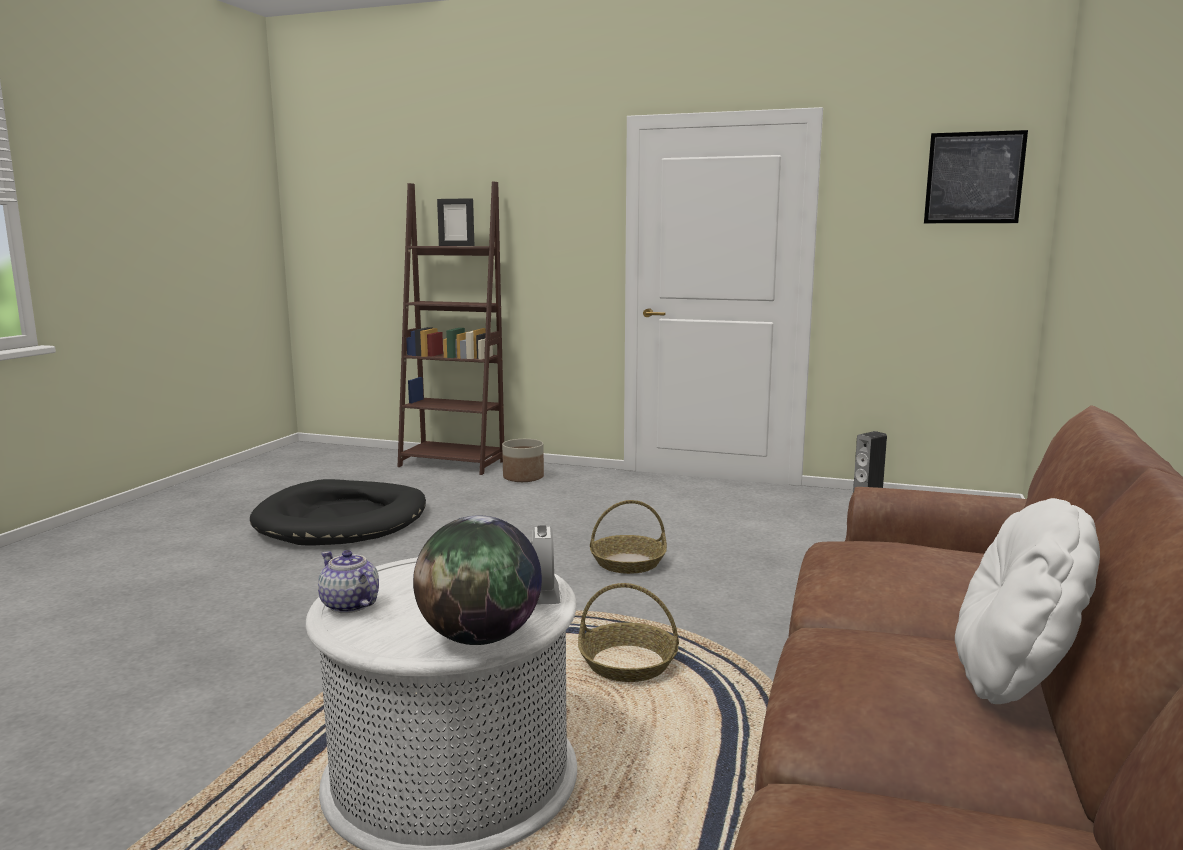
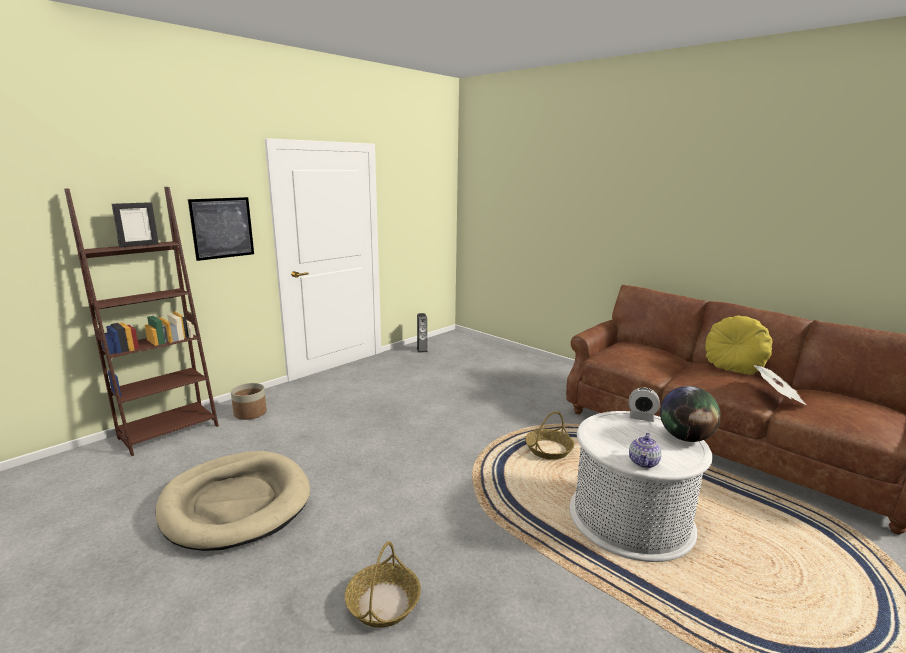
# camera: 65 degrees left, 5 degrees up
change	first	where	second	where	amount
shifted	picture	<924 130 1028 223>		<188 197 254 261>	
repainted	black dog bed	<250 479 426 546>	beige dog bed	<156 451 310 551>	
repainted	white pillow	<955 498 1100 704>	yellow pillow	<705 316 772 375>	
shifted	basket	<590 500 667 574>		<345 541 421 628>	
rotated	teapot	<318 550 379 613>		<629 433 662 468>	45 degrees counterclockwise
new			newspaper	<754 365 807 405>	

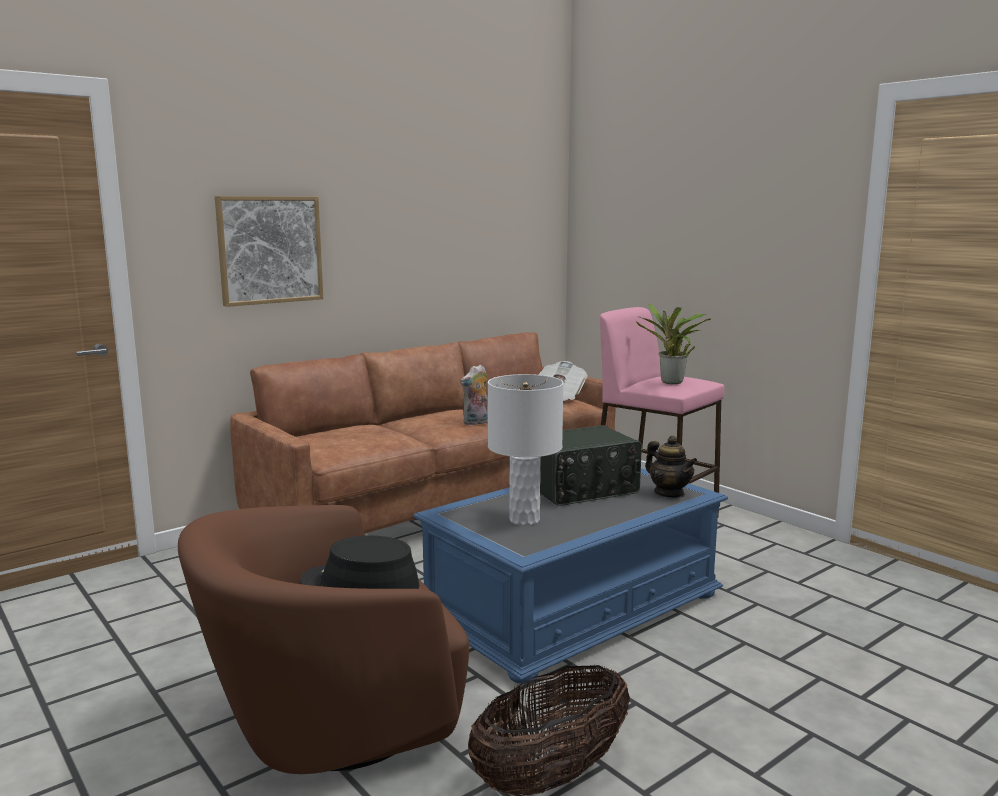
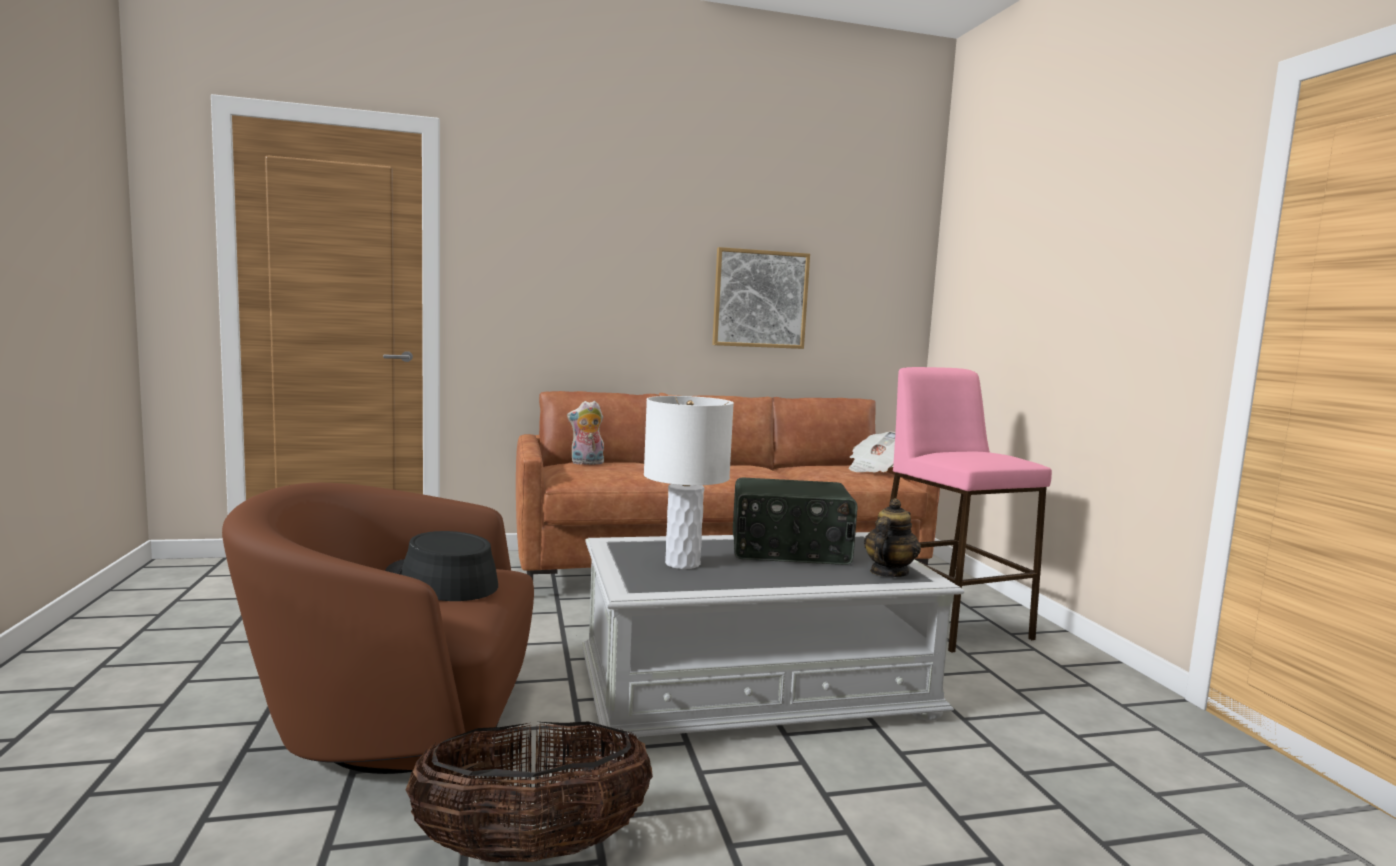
# camera: 25 degrees right, 5 degrees down
change	first	where	second	where	amount
shifted	picture	<215 196 323 307>		<712 247 810 349>	
gone	potted plant	<636 304 711 384>			
shifted	plush toy	<460 364 488 425>		<567 401 604 465>	
rotated	teapot	<645 436 698 498>		<864 498 921 577>	135 degrees counterclockwise
repainted	blue coffee table	<413 468 728 684>	white coffee table	<582 532 964 744>	

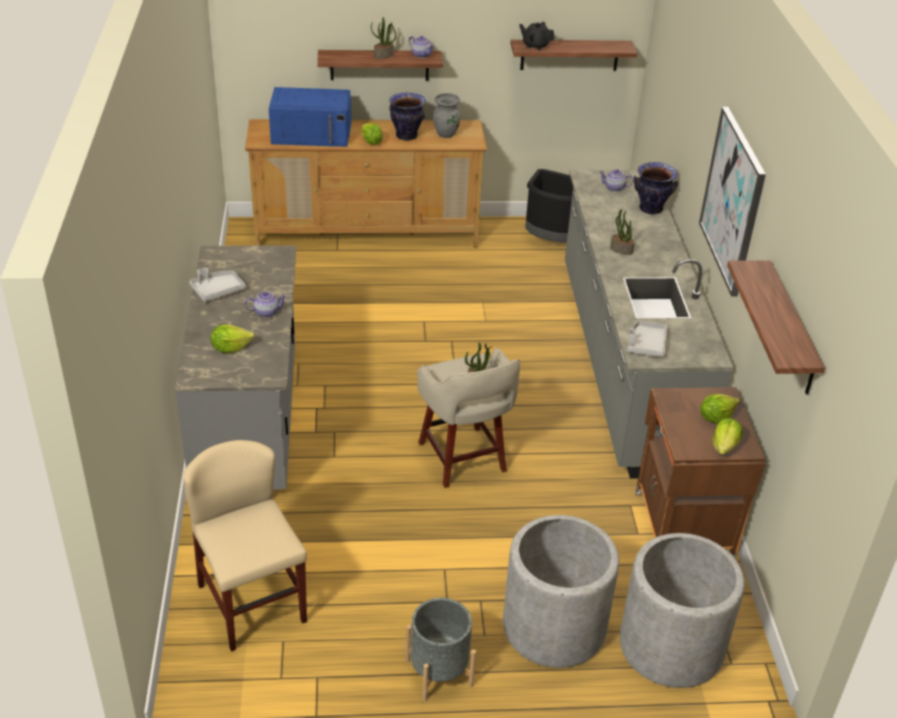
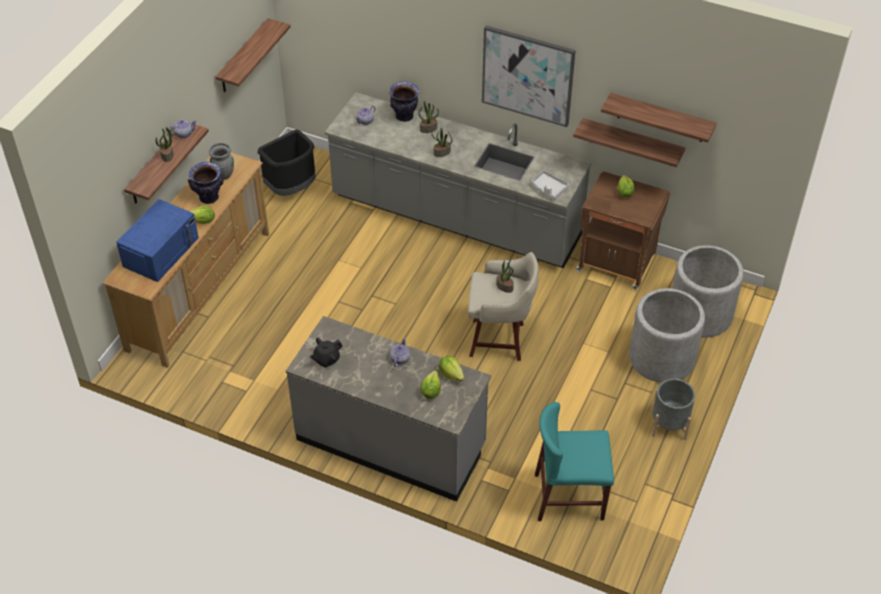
# camera: 60 degrees left, 10 degrees up
change	first	where	second	where	amount
shifted	black teapot	<519 22 555 50>		<310 337 342 368>	
gone	grey tray	<189 267 246 302>			
shifted	lettuce	<712 418 743 455>		<439 356 464 381>	
repainted	beige chair	<183 440 307 651>	turquoise chair	<535 402 614 521>	
new			potted plant	<419 100 439 133>	
new			shelf	<573 118 685 167>	

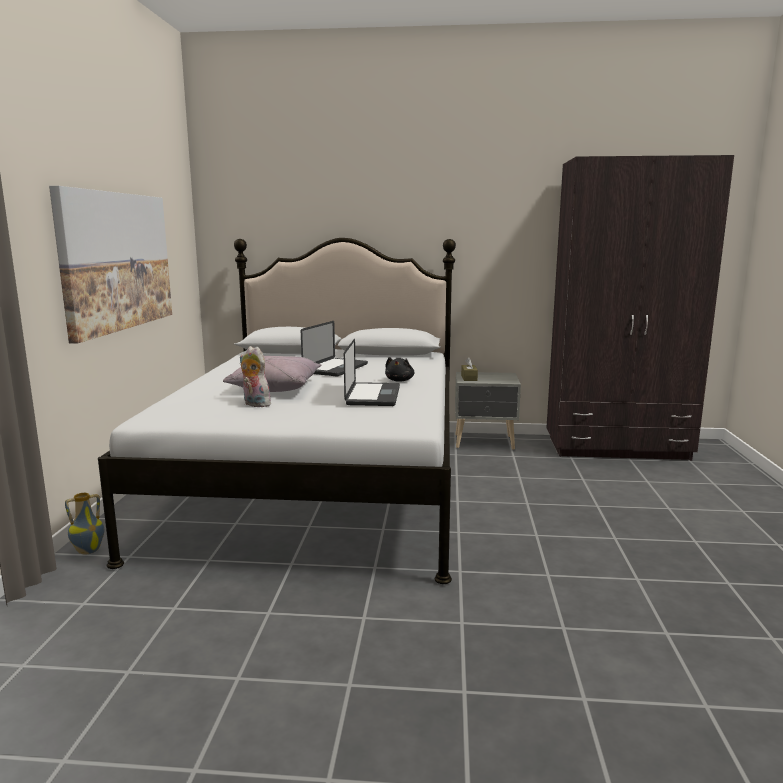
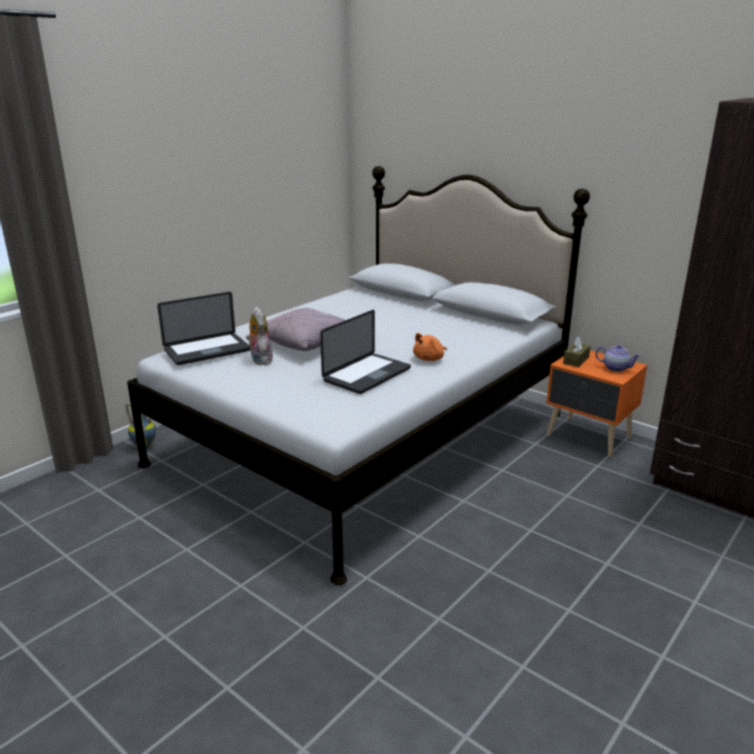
# camera: 35 degrees right, 10 degrees up
change	first	where	second	where	amount
gone	picture	<49 186 172 344>			
shifted	laptop	<301 321 368 376>		<157 292 250 365>	
repainted	black plush toy	<385 357 415 382>	orange plush toy	<413 333 447 361>	
repainted	grey nightstand	<455 372 521 450>	orange nightstand	<546 350 647 457>	
new			teapot	<596 345 641 372>	

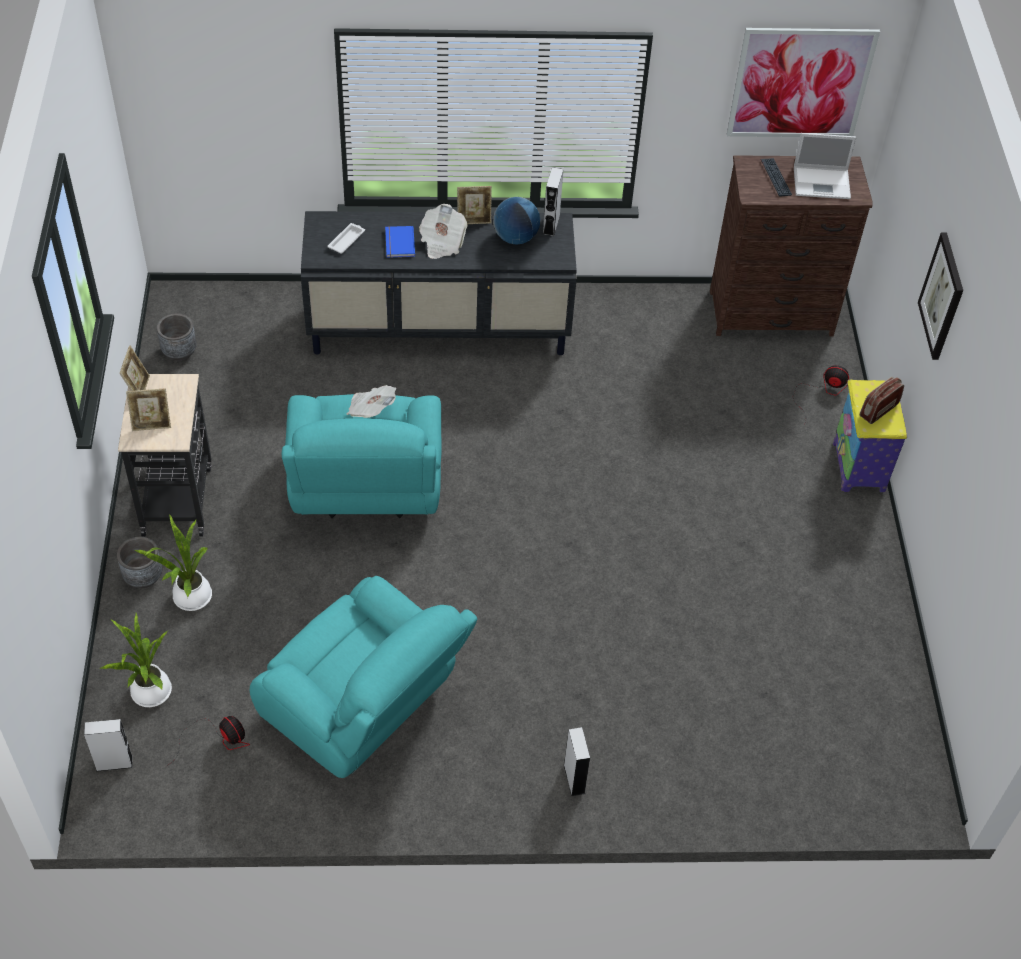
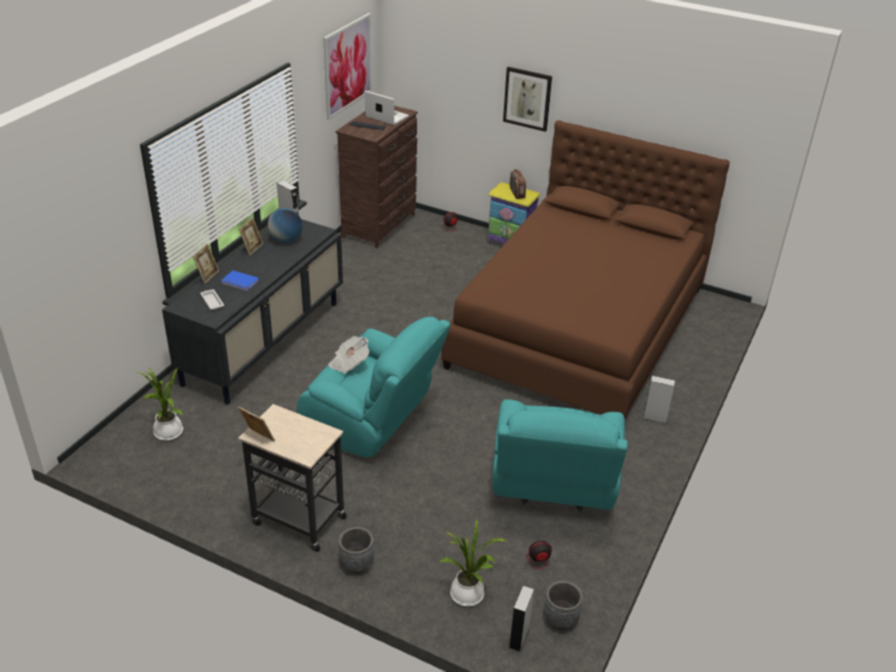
# camera: 60 degrees left, 15 degrees down
change	first	where	second	where	amount
rotated	laptop	<794 133 856 199>		<365 91 409 125>	90 degrees counterclockwise
gone	newspaper	<419 204 468 259>			
shifted	grey planter	<157 313 197 361>		<544 581 583 630>	
shifted	picture frame	<126 388 171 431>		<193 244 219 284>	
shifted	potted plant	<134 514 212 611>		<136 368 183 441>	
rotated	turquoise armchair	<250 576 477 778>		<492 399 628 512>	120 degrees clockwise
new			brown bed	<441 120 730 419>	

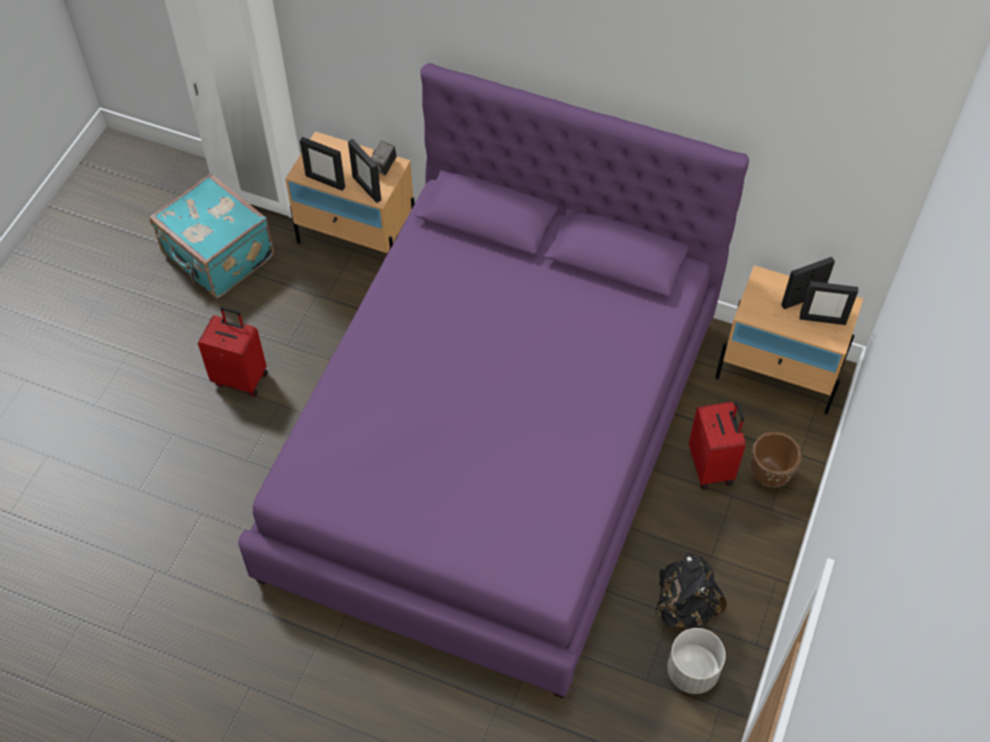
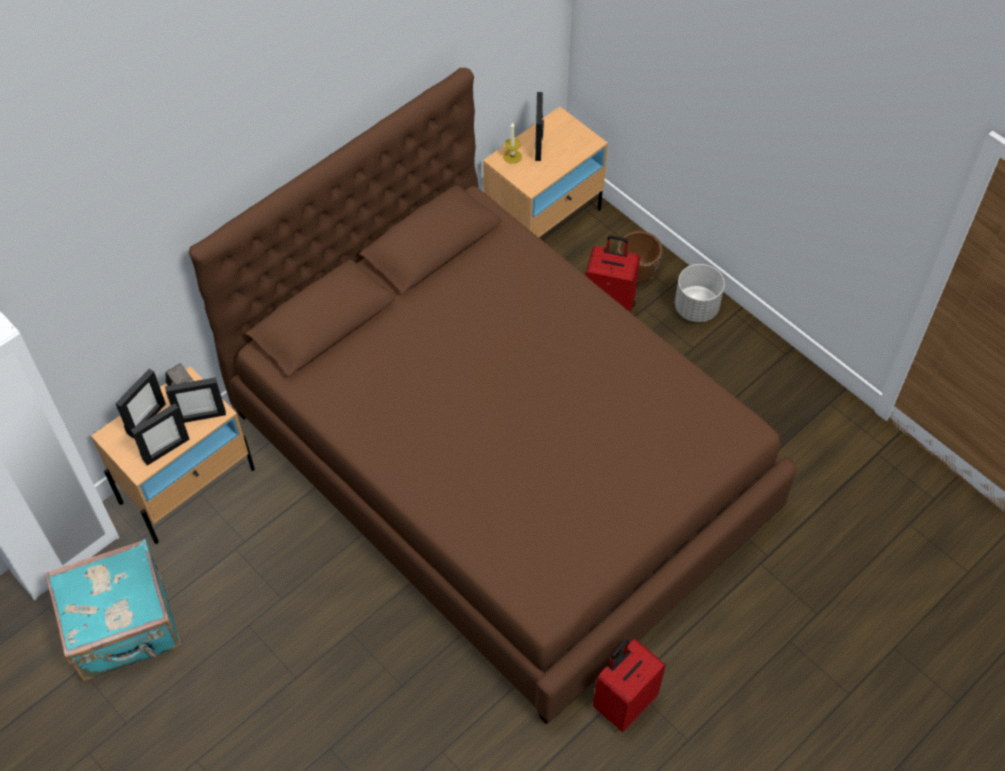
# camera: 65 degrees left, 0 degrees up
change	first	where	second	where	amount
repainted	purple bed	<238 63 749 699>	brown bed	<189 68 797 725>	
shifted	picture frame	<800 281 858 325>		<115 369 166 438>	
shifted	red suitcase	<198 307 268 397>		<593 639 666 732>	
gone	black backpack	<655 553 727 629>			
shifted	grey planter	<667 628 726 694>		<675 264 725 322>	
new			candle	<503 122 522 164>	

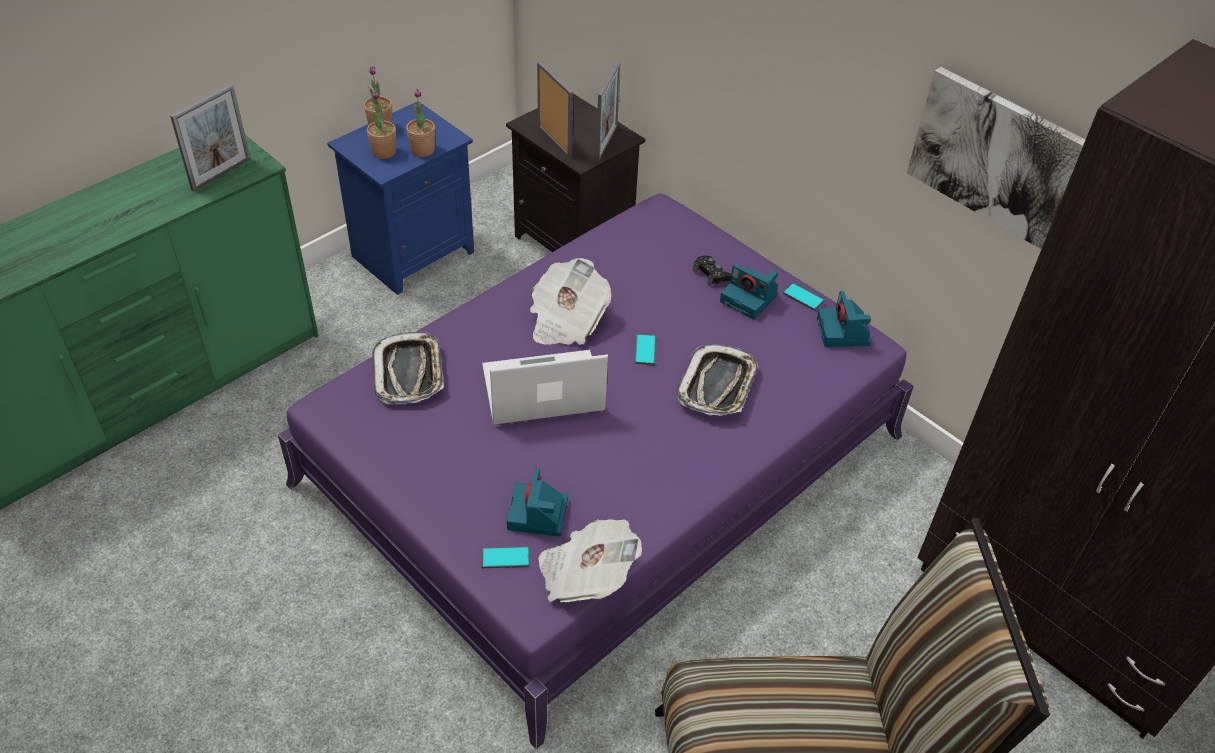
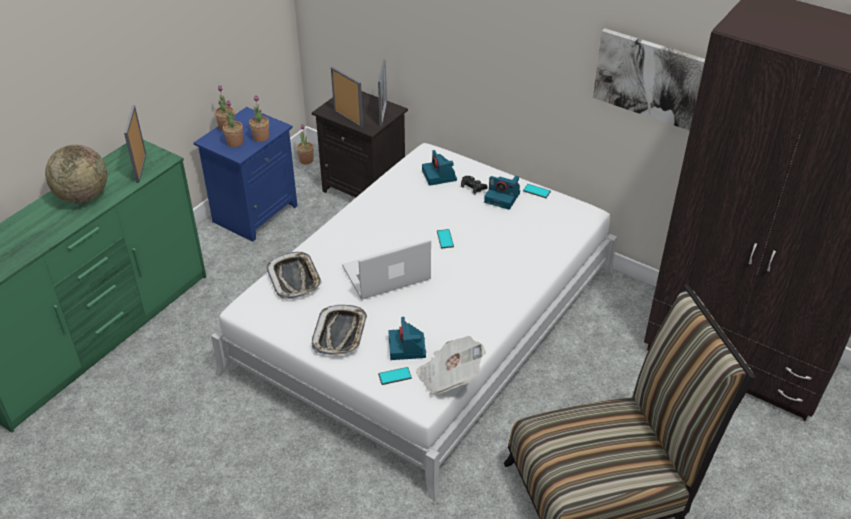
# camera: 10 degrees left, 5 degrees down
change	first	where	second	where	amount
rotated	picture frame	<170 84 250 191>		<124 105 146 183>	150 degrees clockwise
repainted	purple bed	<278 193 914 749>	white bed	<211 143 617 501>	
gone	newspaper	<530 258 612 345>			
shifted	photo camera	<817 291 871 347>		<422 150 457 186>	
shifted	tray	<677 344 758 416>		<312 305 367 356>	
new			potted plant	<297 124 314 164>	
new			globe	<45 144 107 203>	

